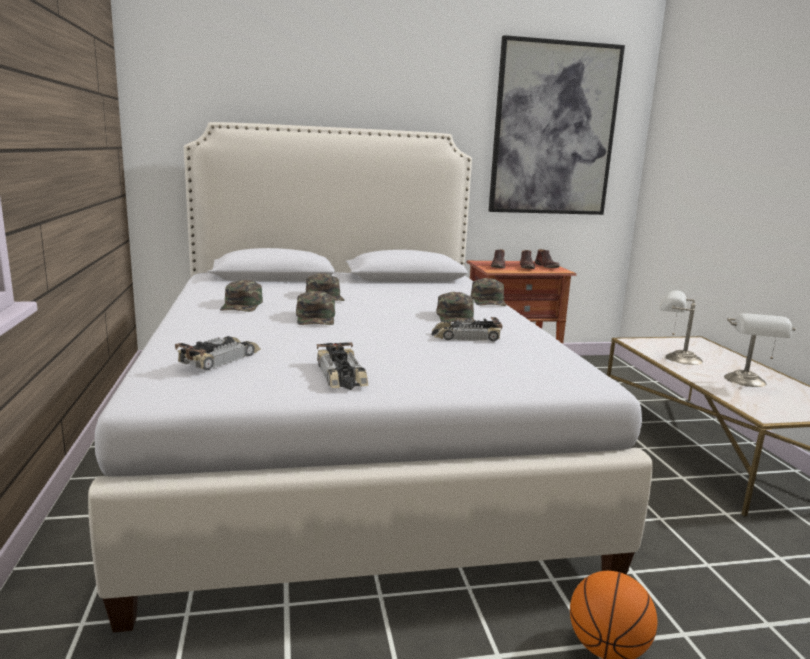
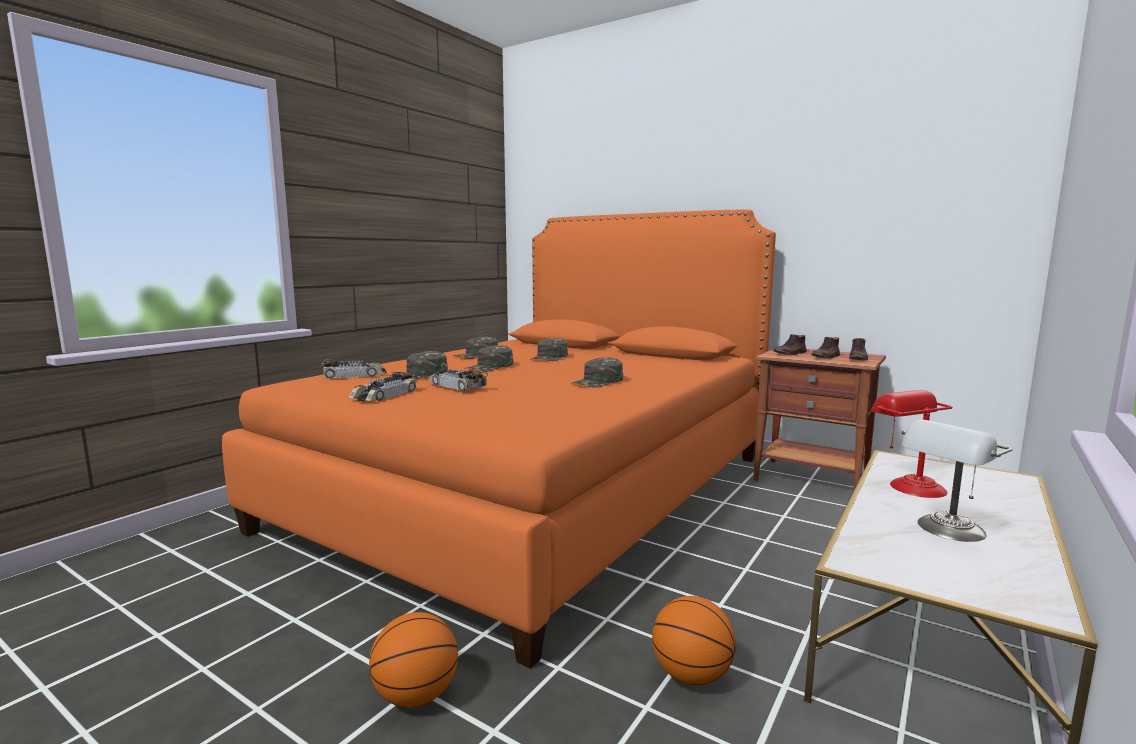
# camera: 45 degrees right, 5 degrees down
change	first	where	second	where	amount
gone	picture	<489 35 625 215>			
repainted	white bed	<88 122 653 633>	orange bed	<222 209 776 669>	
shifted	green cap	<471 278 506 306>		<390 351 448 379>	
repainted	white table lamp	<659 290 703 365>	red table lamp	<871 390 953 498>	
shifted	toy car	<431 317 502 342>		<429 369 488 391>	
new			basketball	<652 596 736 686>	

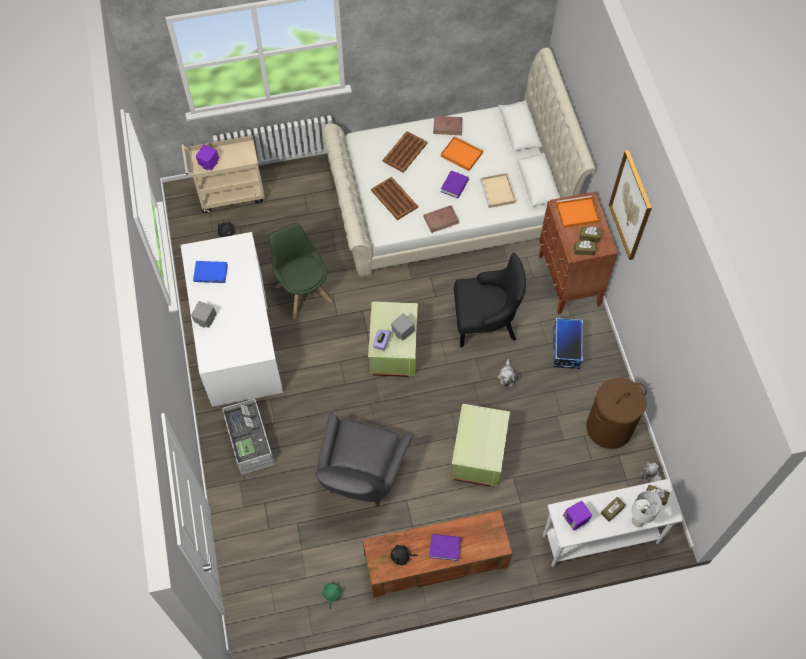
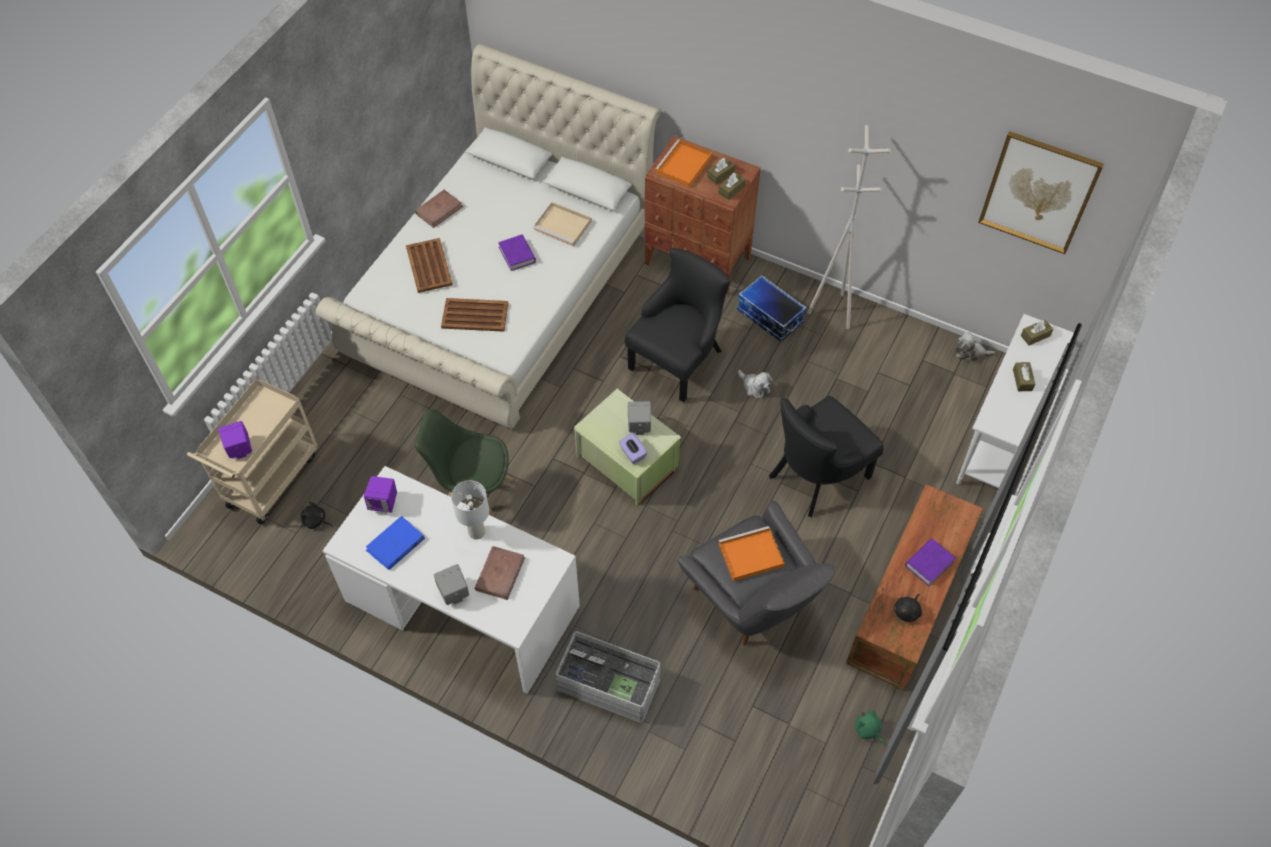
# camera: 50 degrees left, 5 degrees down
change	first	where	second	where	amount
shifted	orange tray	<441 136 483 171>		<719 526 785 581>	
shifted	picture	<609 150 652 260>		<978 131 1104 254>	
shifted	brown book	<423 205 459 233>		<475 546 525 600>	
gone	brown laundry basket	<586 378 647 449>			
swapped	green storage box	<451 404 510 487>	black chair	<769 396 884 517>	
shifted	white table lamp	<631 491 662 527>		<451 480 489 540>	
shifted	purple speaker	<563 501 592 530>		<364 476 397 513>	
new			grey clothes rack	<807 125 891 329>	

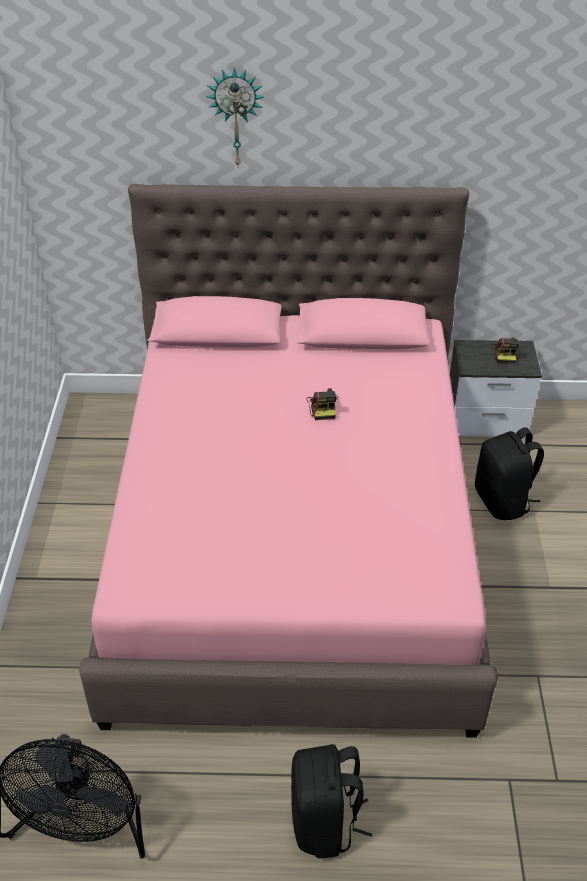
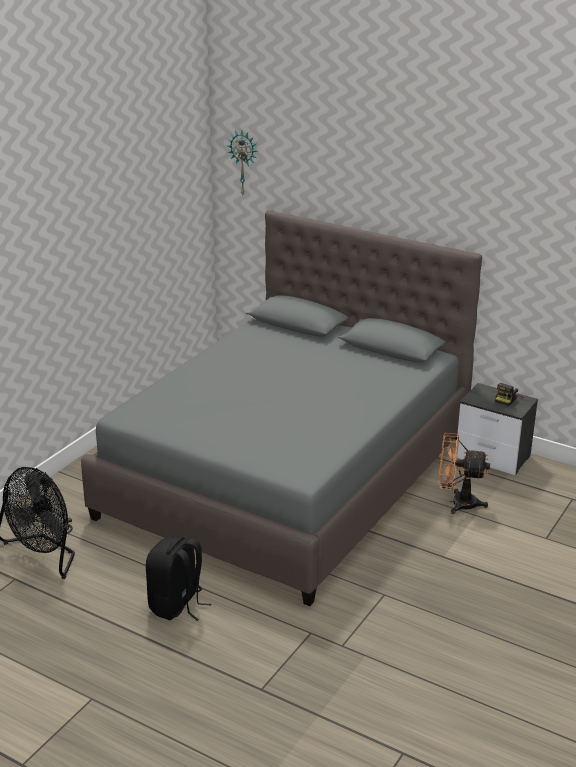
# camera: 30 degrees right, 15 degrees down
change	first	where	second	where	amount
shifted	wall clock	<206 68 264 166>		<227 130 258 195>	
repainted	pink bed	<79 184 498 738>	grey bed	<81 210 482 606>	
gone	photo camera	<306 388 338 420>			
swapped	black backpack	<475 427 544 520>	orange fan	<438 433 490 514>	

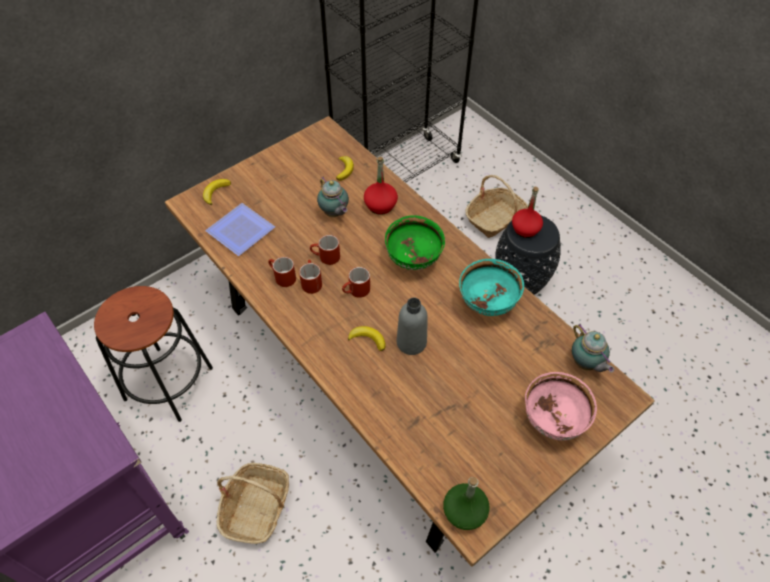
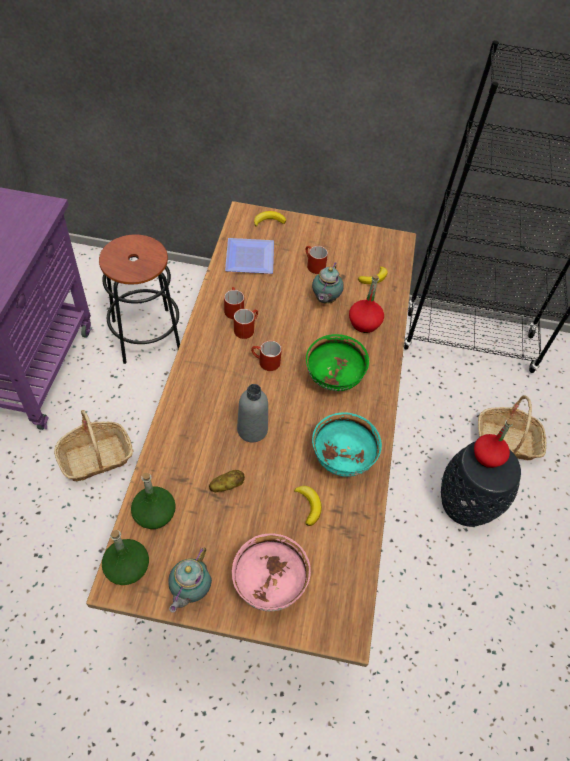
# camera: 45 degrees right, 0 degrees up
change	first	where	second	where	amount
shifted	red mug	<310 235 340 265>		<306 246 328 274>	
shifted	teapot	<572 324 614 373>		<168 547 212 613>	
shifted	banana	<348 326 386 351>		<294 486 322 526>	
new			potato	<209 470 245 492>	
new			green bottle	<131 473 176 529>	

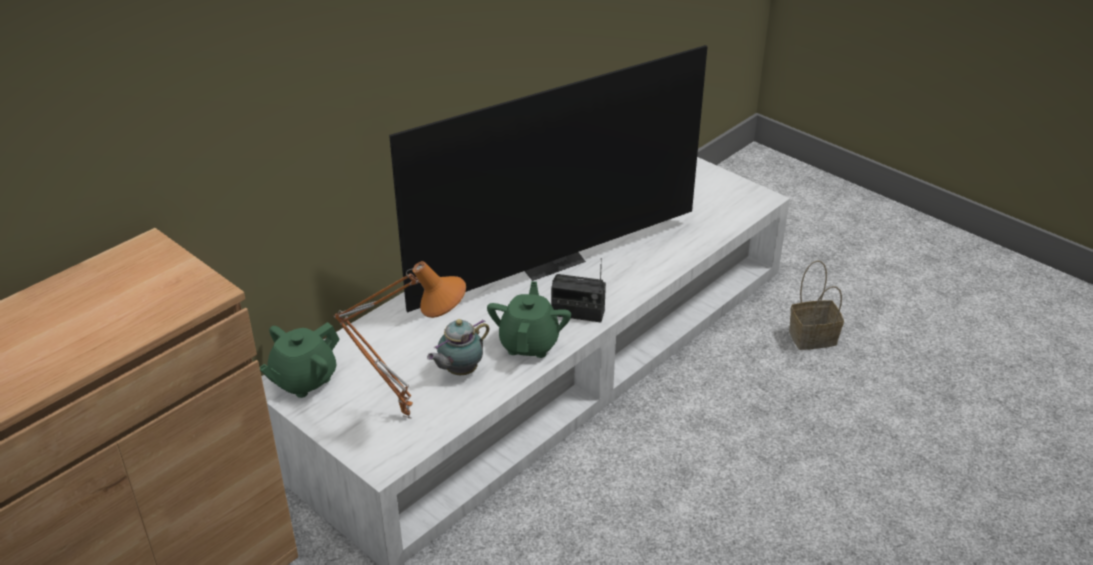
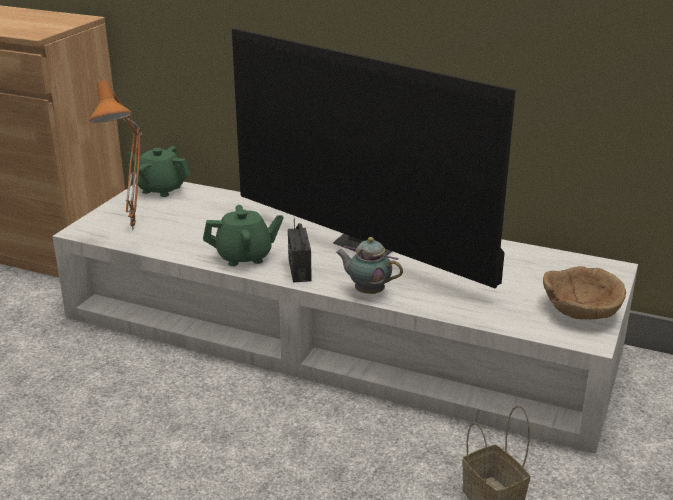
# camera: 70 degrees right, 10 degrees down
change	first	where	second	where	amount
shifted	teapot	<427 319 489 375>		<336 237 403 294>	
new			brown bowl	<543 266 626 320>	

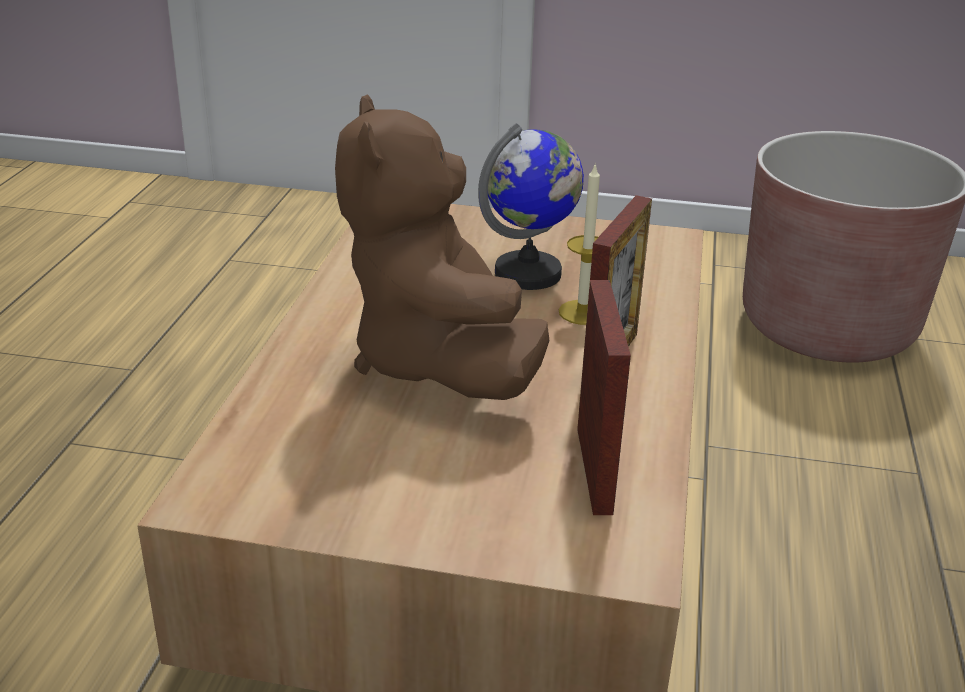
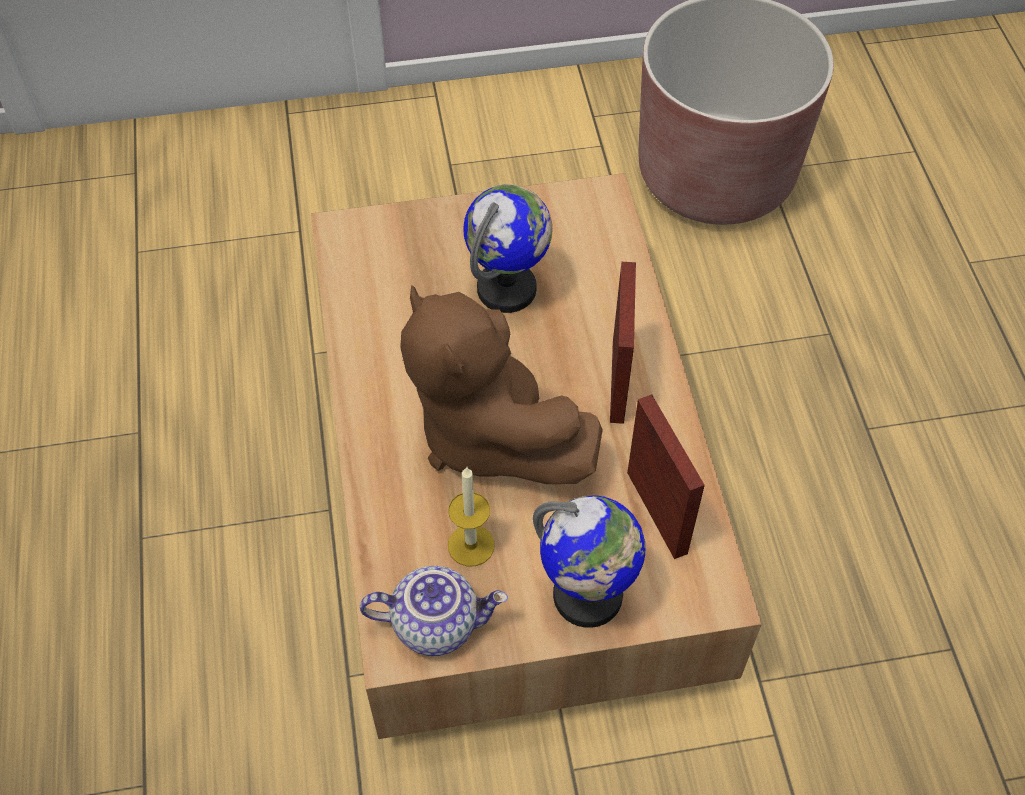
# camera: 20 degrees left, 25 degrees up
change	first	where	second	where	amount
shifted	candle	<559 162 600 325>		<448 467 494 566>	
new			globe	<533 496 645 628>	
new			teapot	<360 566 508 656>	

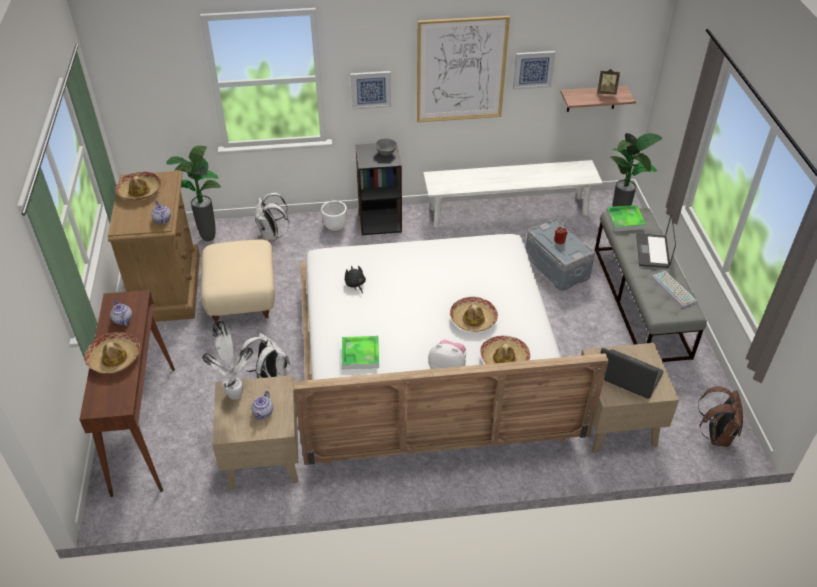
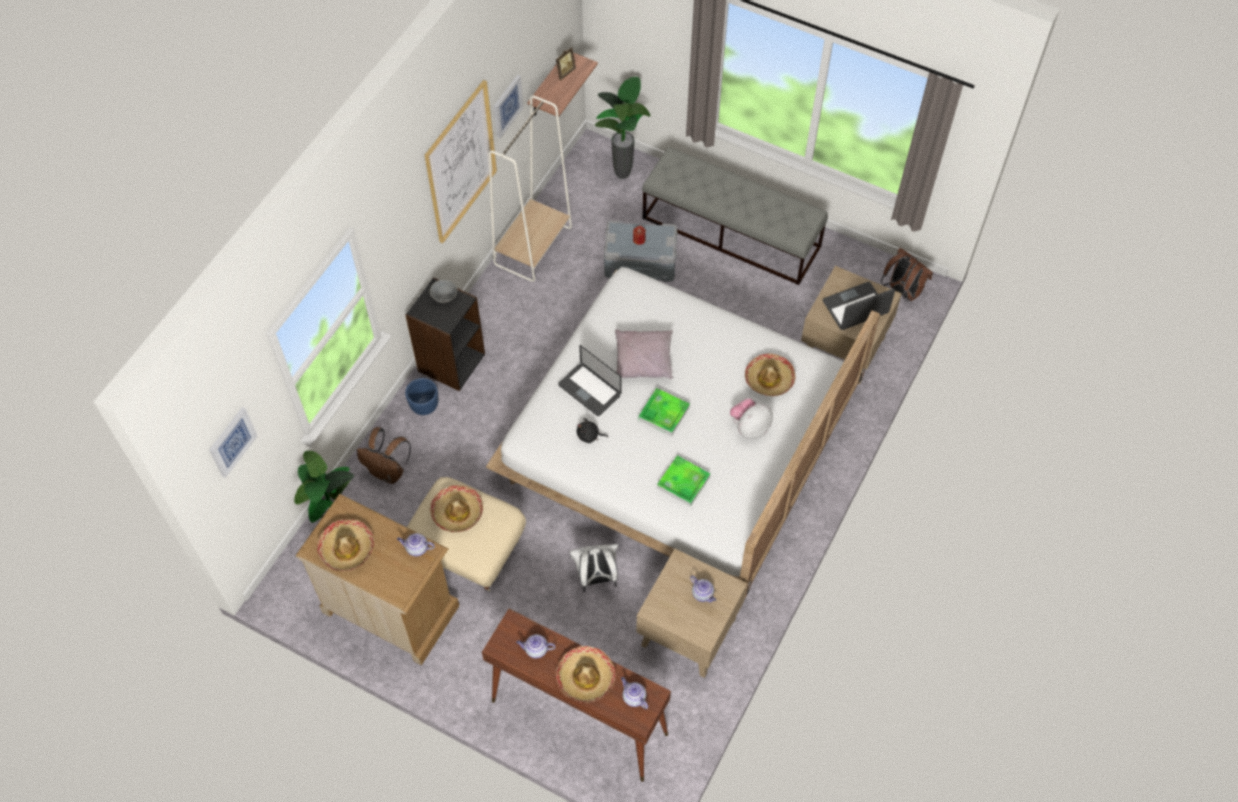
# camera: 55 degrees left, 15 degrees up
change	first	where	second	where	amount
shifted	picture	<351 71 391 109>		<209 407 257 478>	
swapped	white bench	<423 160 603 227>	clothes rack	<488 95 572 282>	
repainted	white backpack	<255 192 289 241>	brown backpack	<357 427 411 484>	
repainted	white planter	<321 201 347 231>	blue planter	<405 378 439 415>	
shifted	tray	<606 205 646 231>		<638 388 690 436>	
shifted	laptop	<636 214 676 268>		<558 345 622 416>	
gone	keyboard	<652 271 697 308>			
shifted	hat	<450 297 498 332>		<430 485 483 533>	
gone	potted plant	<202 320 253 400>			
new			purple pillow	<615 329 673 379>	
new			teapot	<621 677 648 709>	

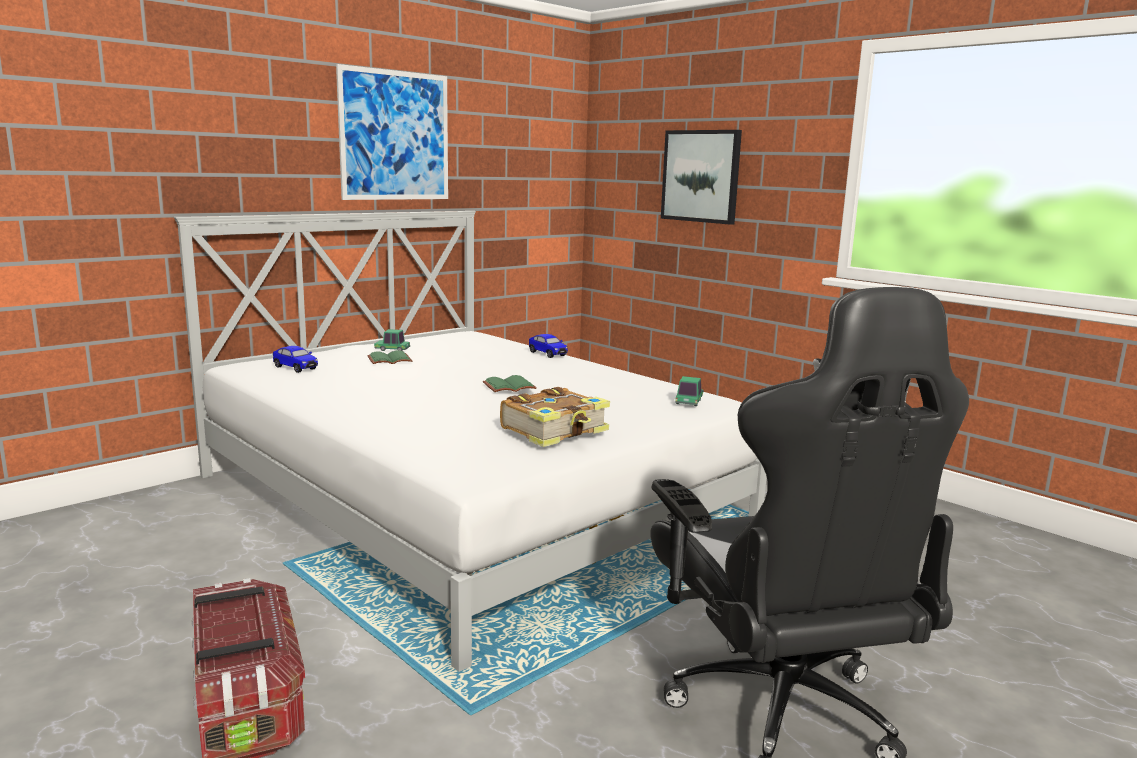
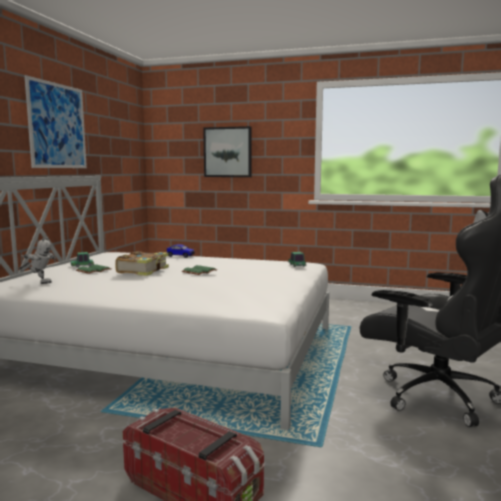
# camera: 30 degrees left, 5 degrees down
change	first	where	second	where	amount
swapped	toy car	<273 346 318 373>	toy robot	<19 237 56 284>	
shifted	book	<500 387 610 447>		<115 251 169 276>	

